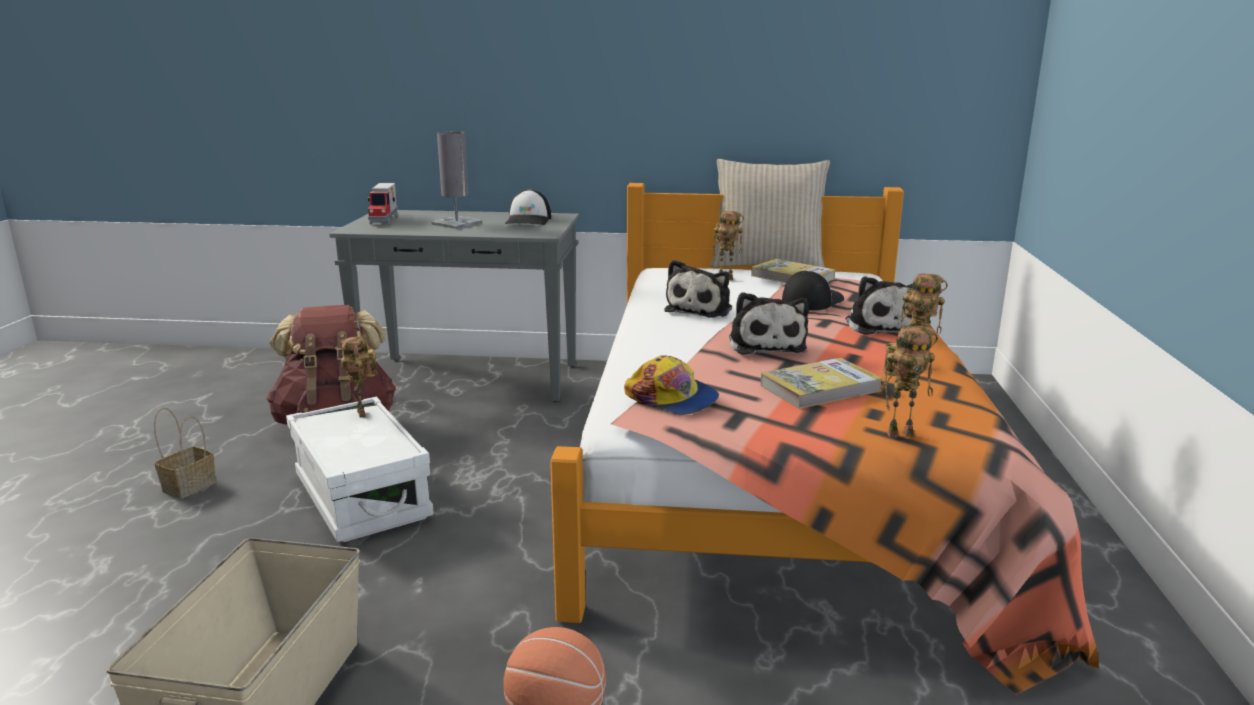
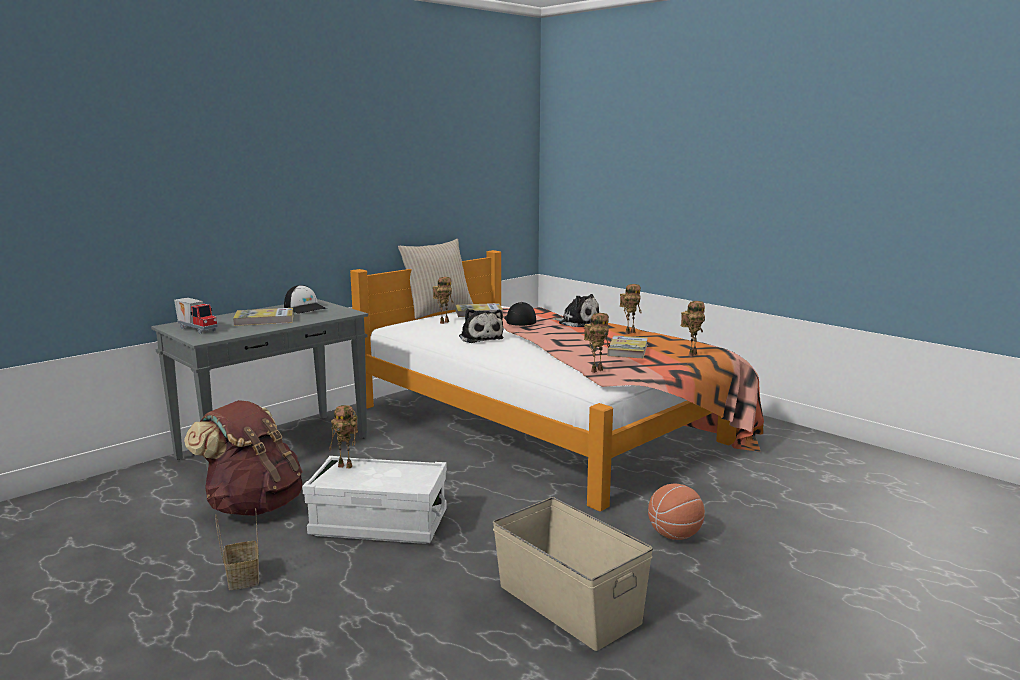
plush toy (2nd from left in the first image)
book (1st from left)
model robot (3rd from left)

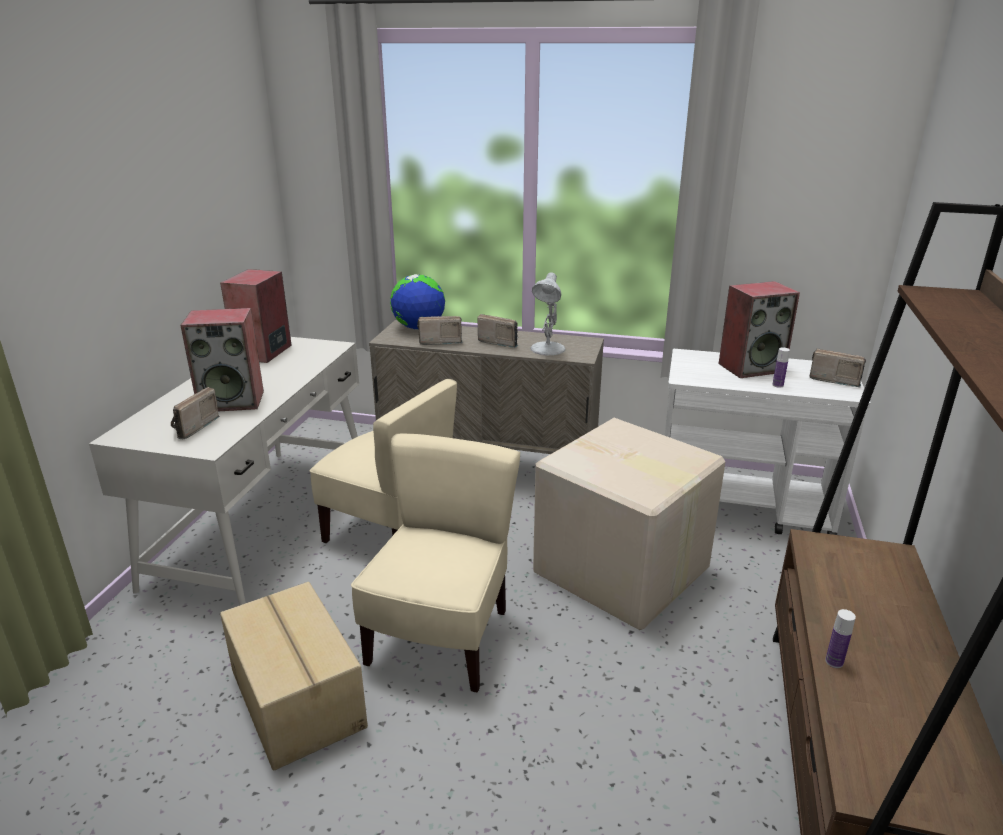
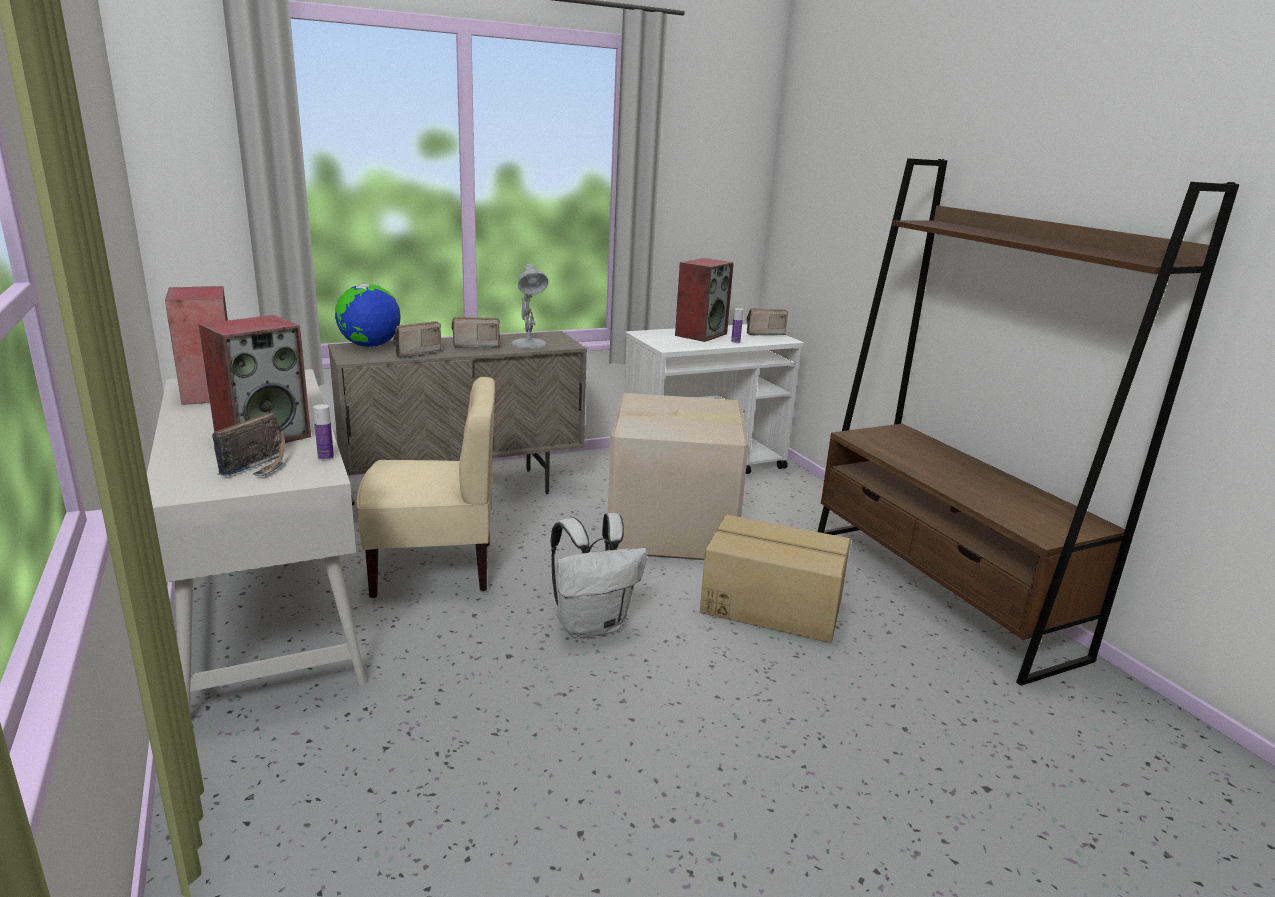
carton (2nd from left)
beverage bottle (1st from left)
white rucksack
radio (1st from left)

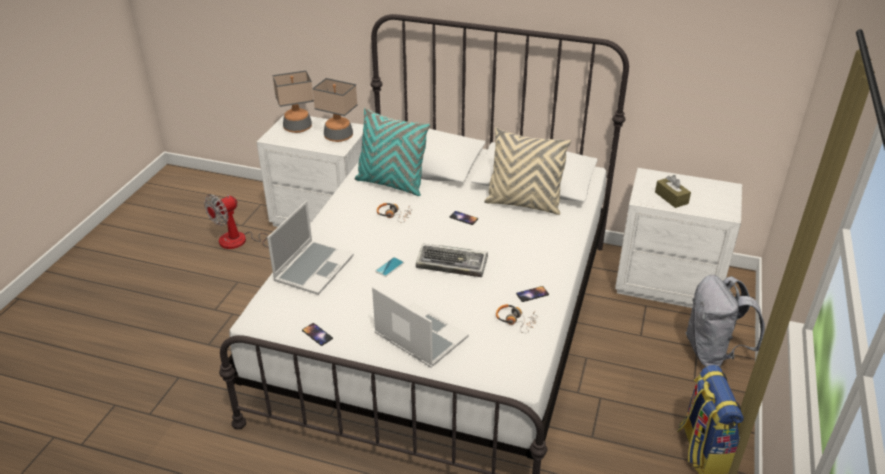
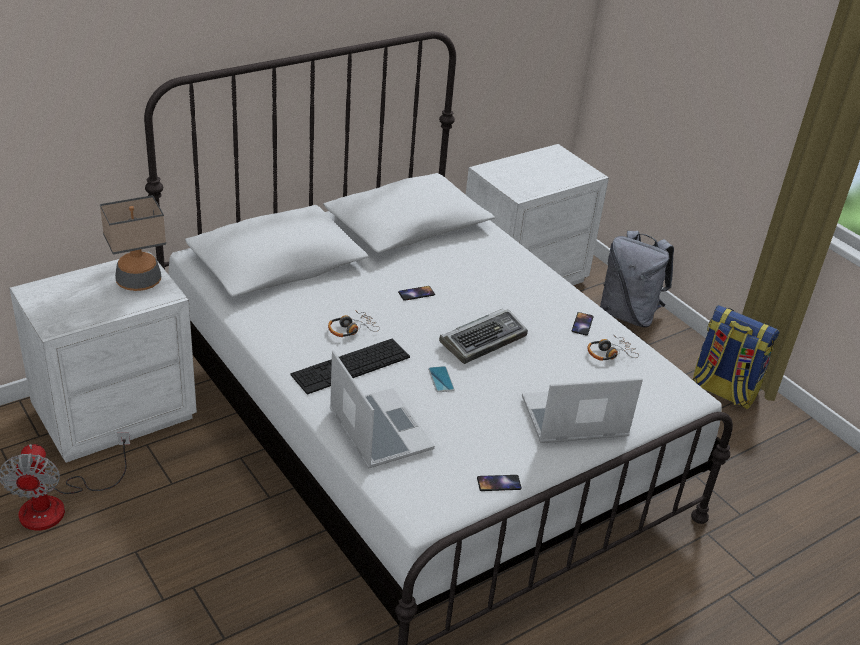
lamp for a table (1st from left in the first image)
blue-green pillow
beige-coloured pillow
brown tissue box
PC keyboard (1st from left)

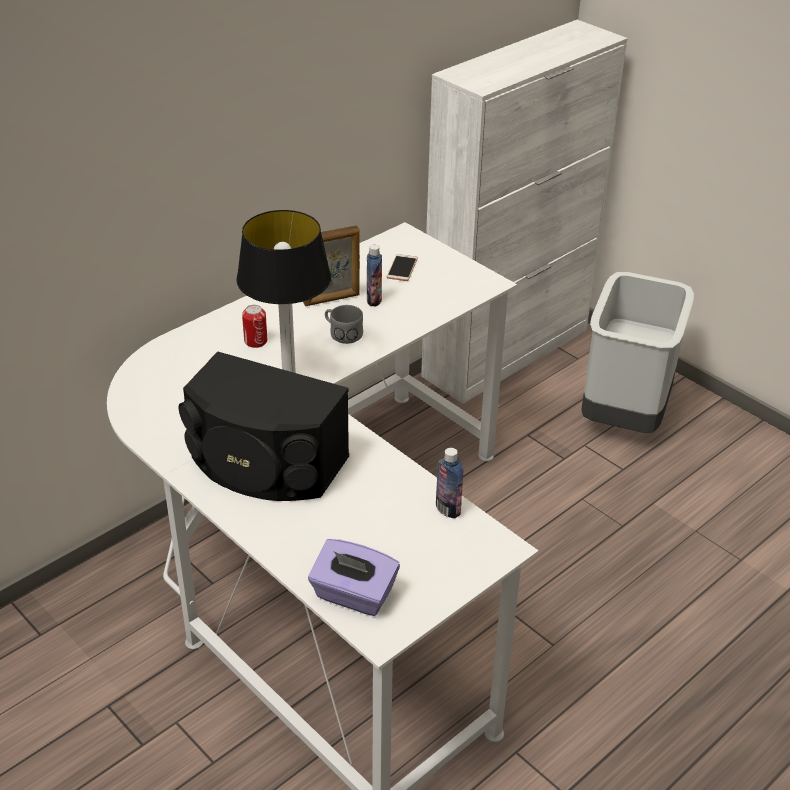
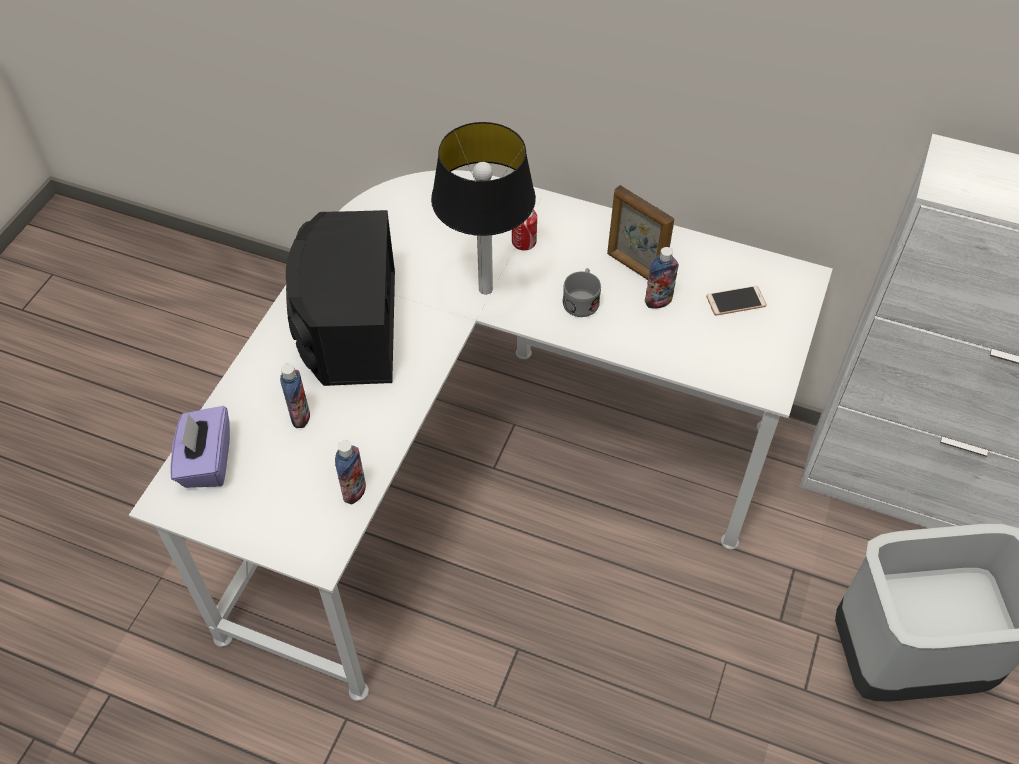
beverage bottle (1st from left)

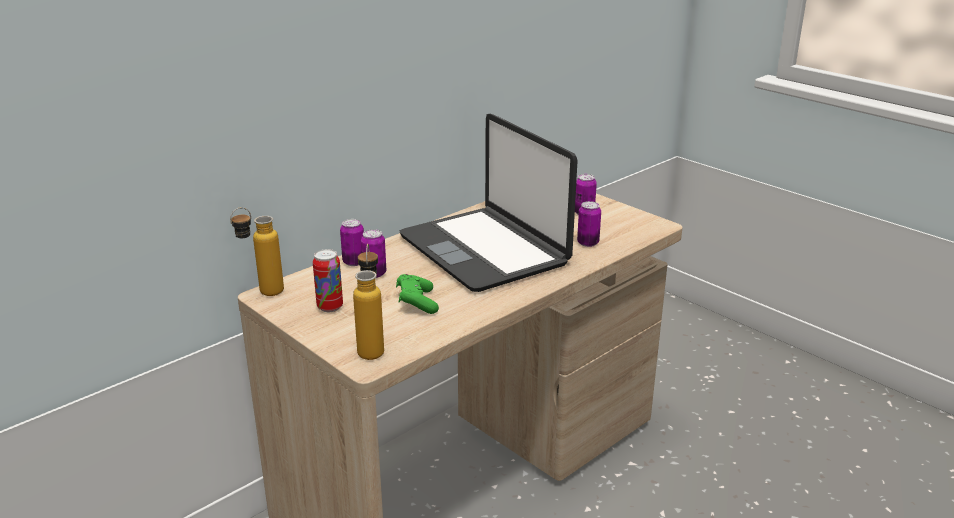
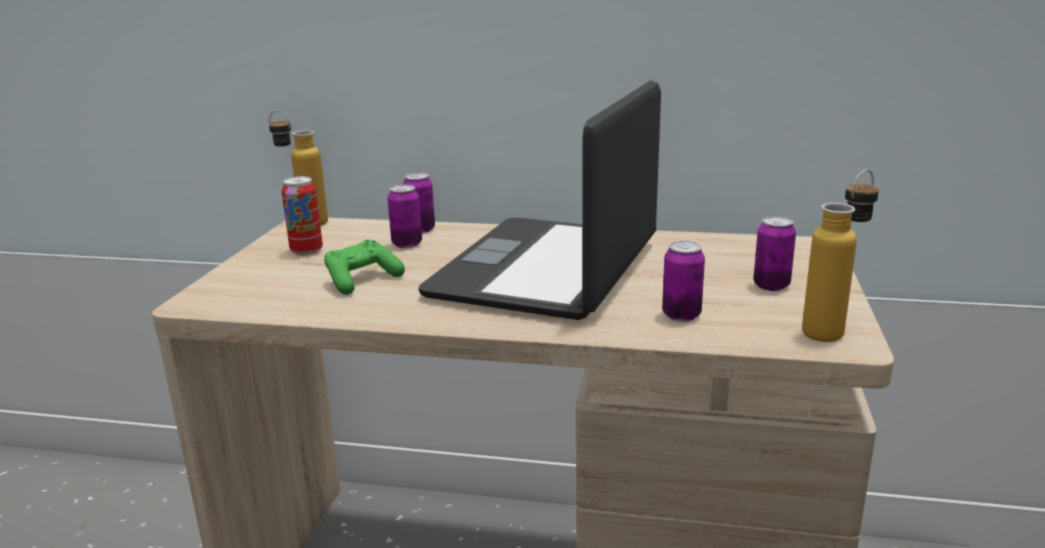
beverage bottle (2nd from left)

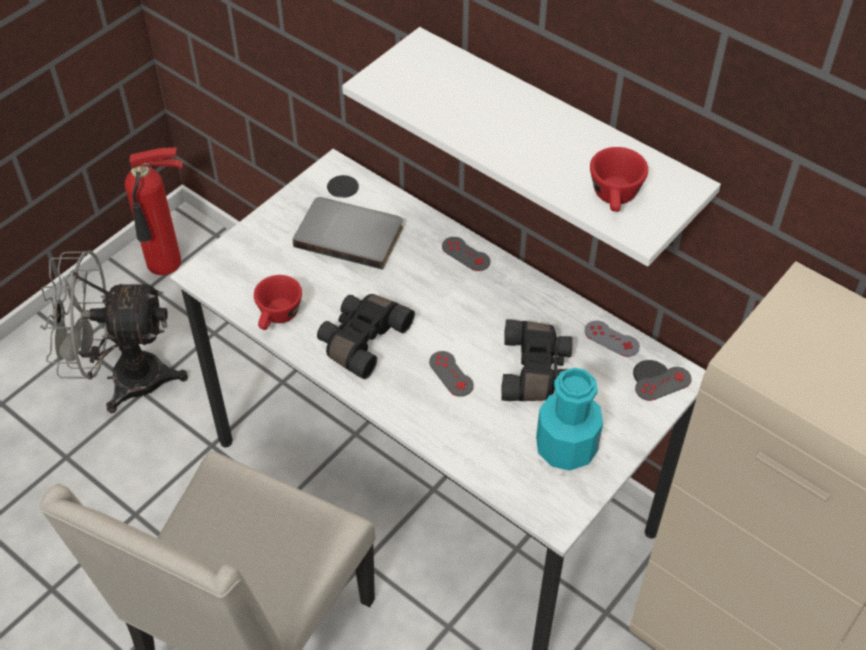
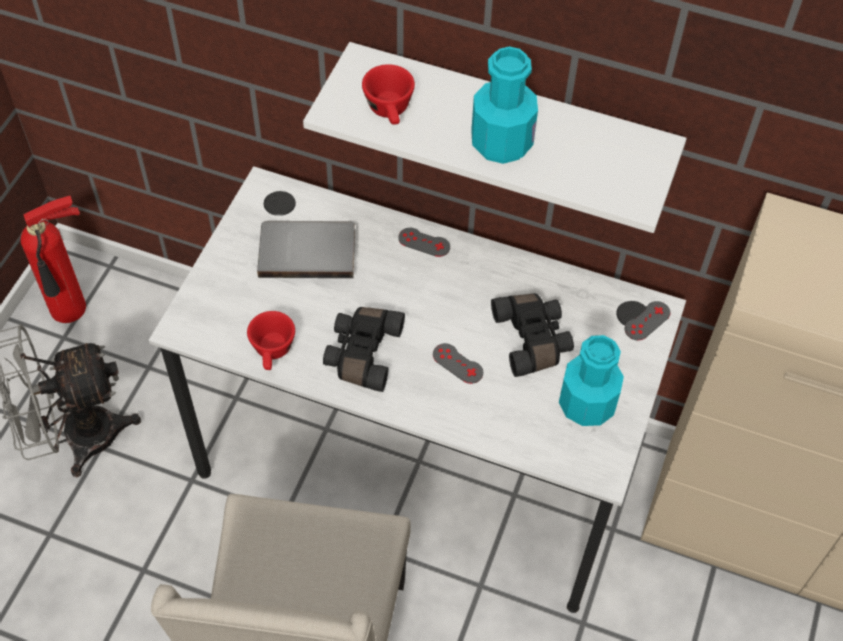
grey joypad (3rd from left in the first image)
blue-green beverage bottle (1st from left)
red drinking cup (2nd from left)

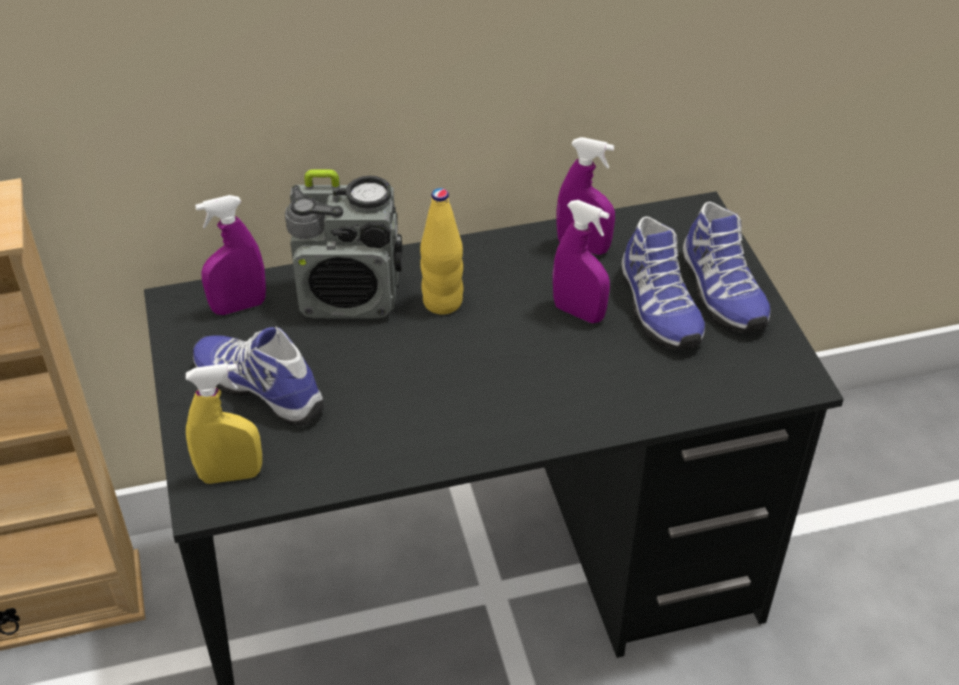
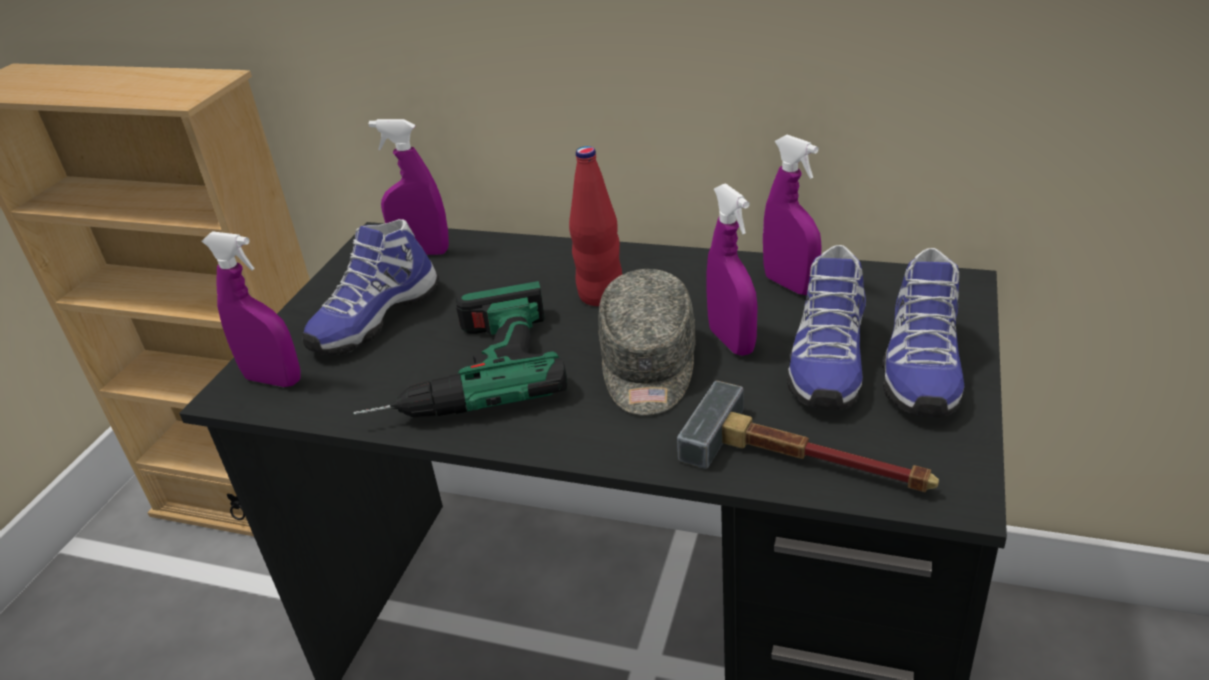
radio
drill
grey baseball cap
hammer
purple sprayer (1st from left)
red beverage bottle
low shoe (1st from left)

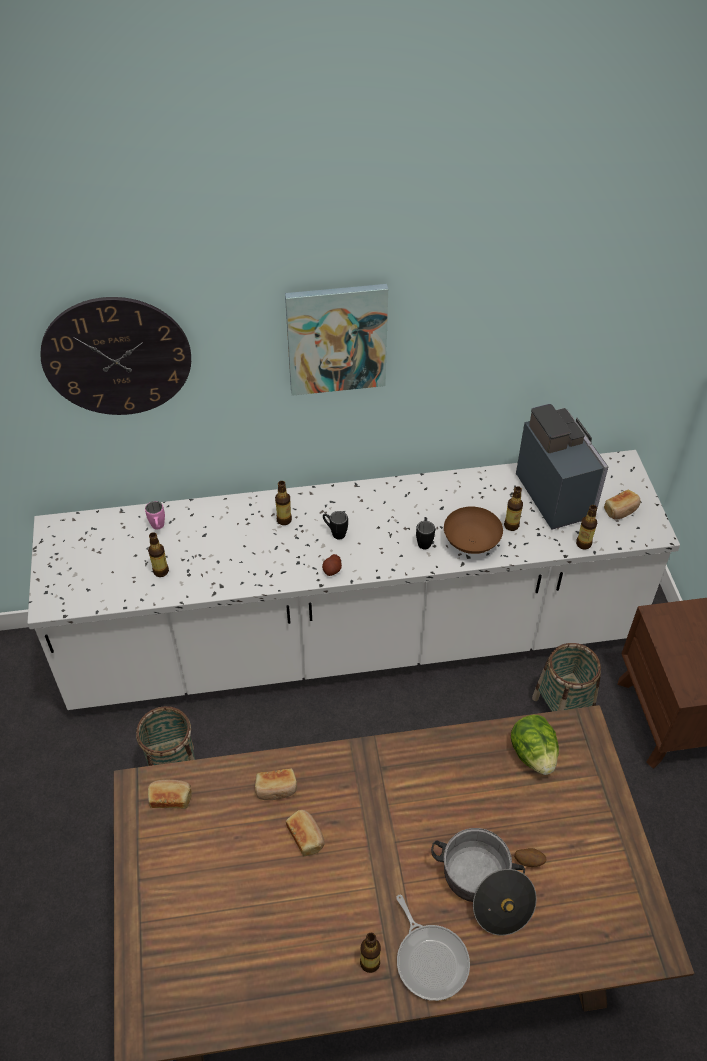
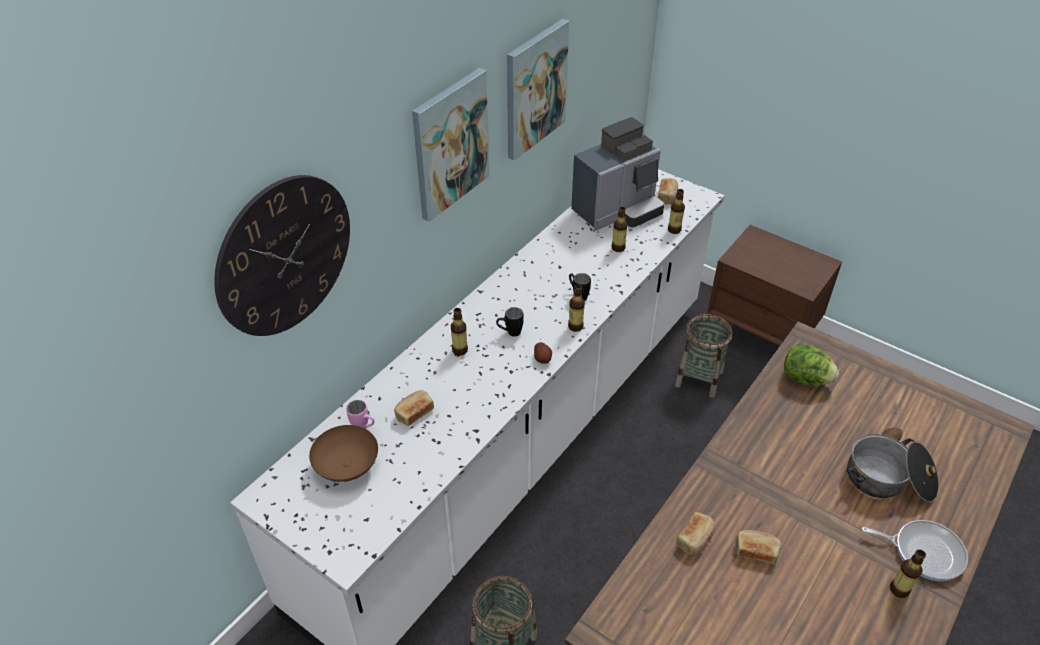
wall picture (2nd from left)
beverage bottle (2nd from left)
baked bread (1st from left)
brown bowl
coffee brewer

